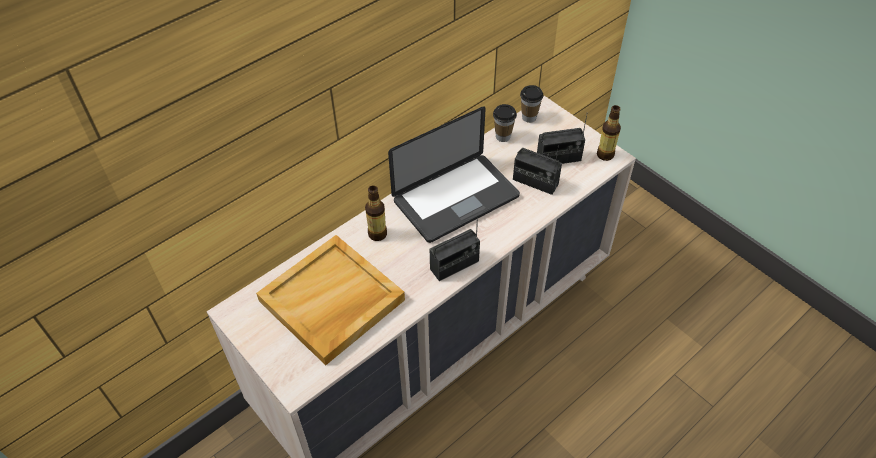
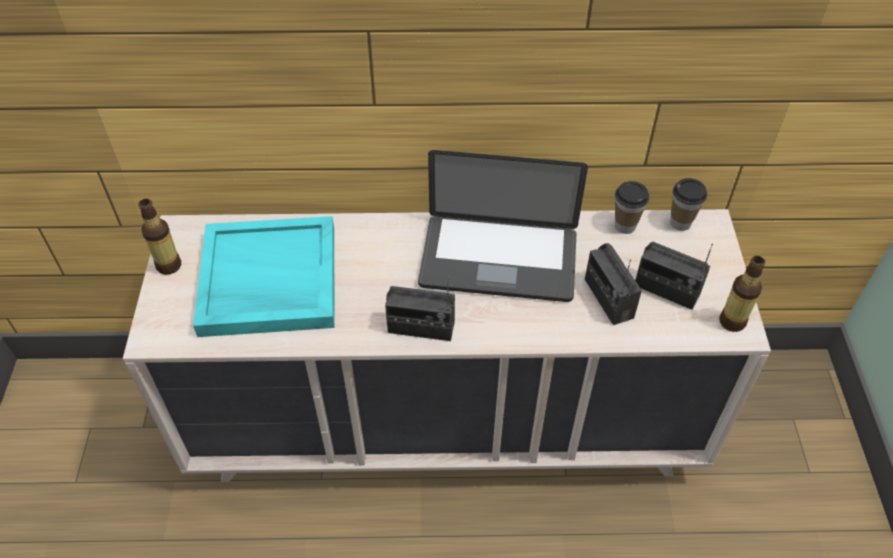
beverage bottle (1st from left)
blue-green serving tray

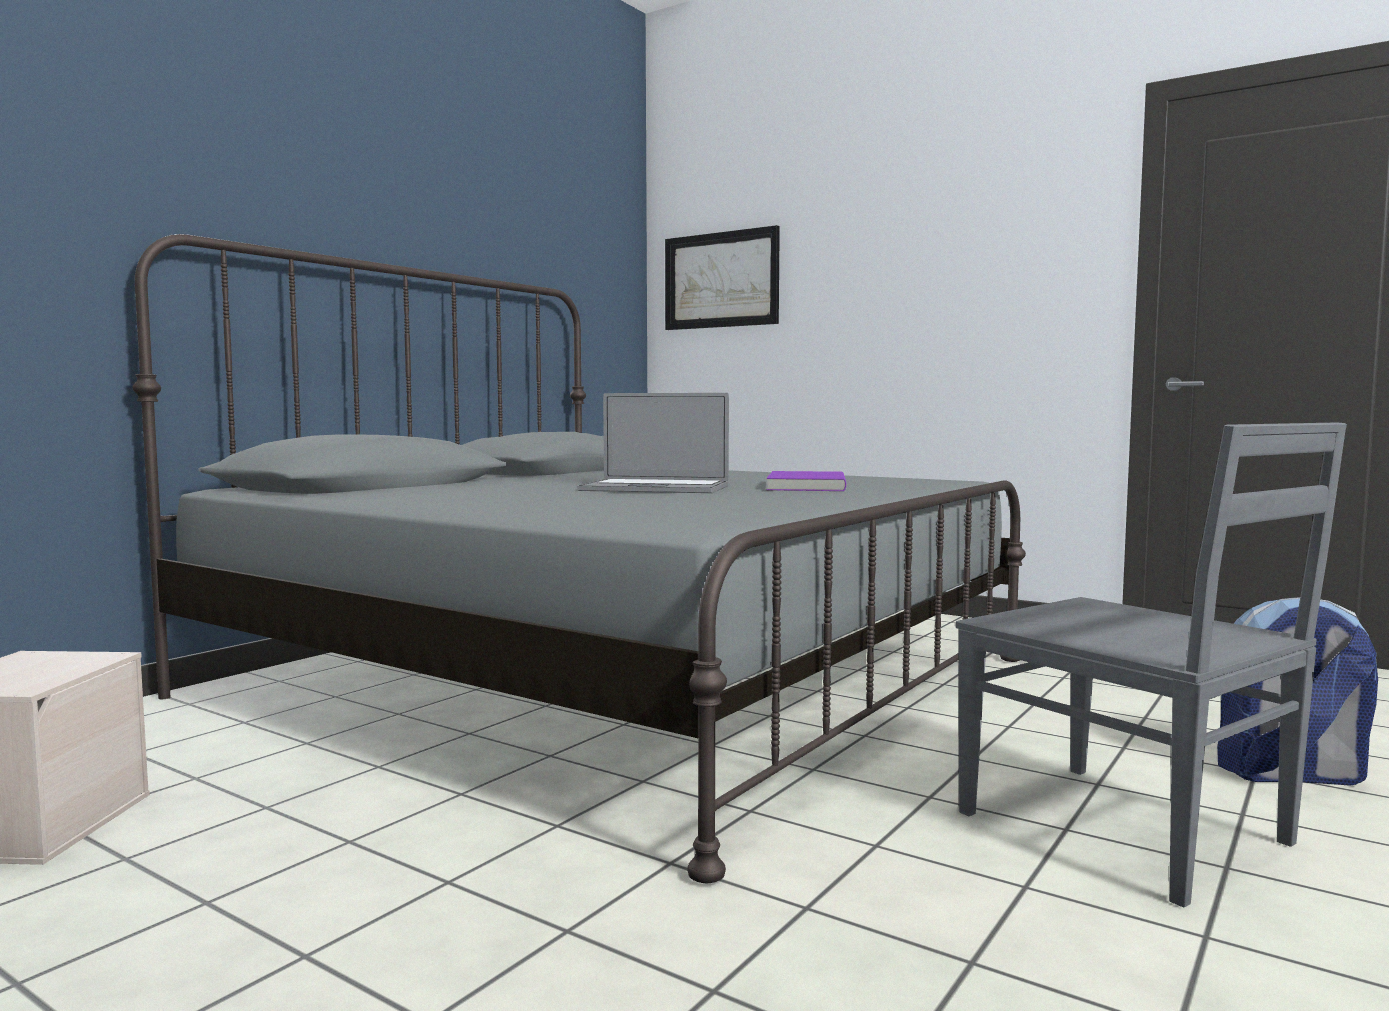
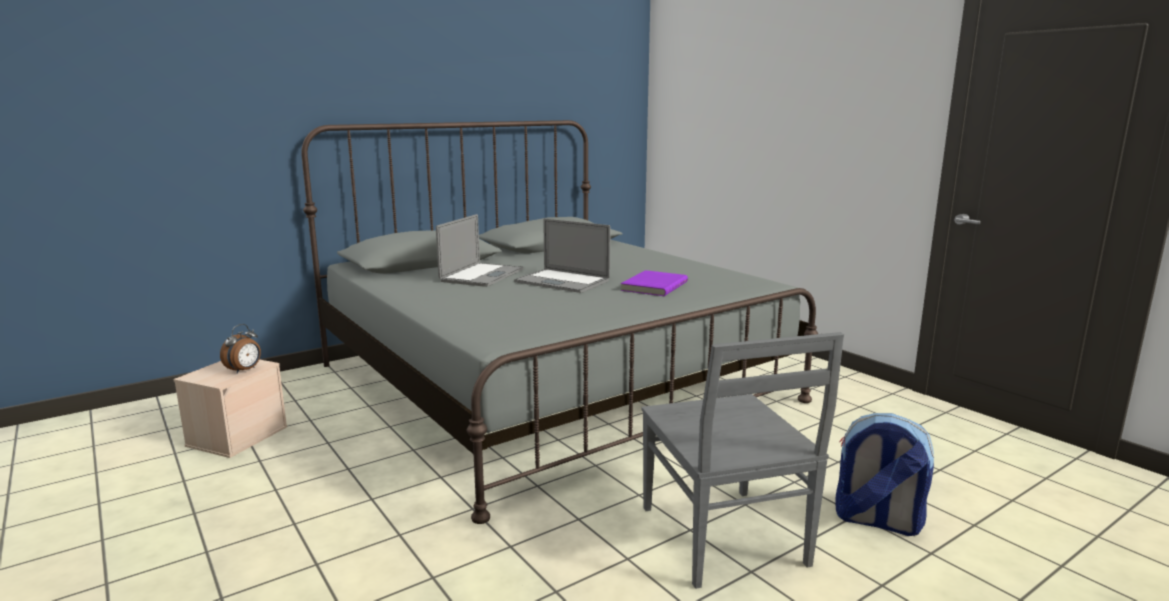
wall picture
table clock
portable computer (1st from left)

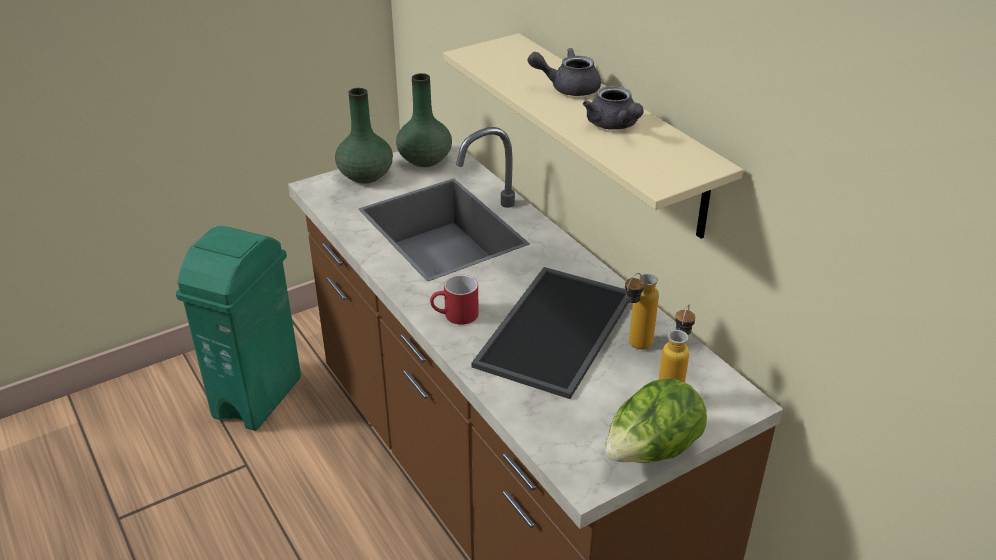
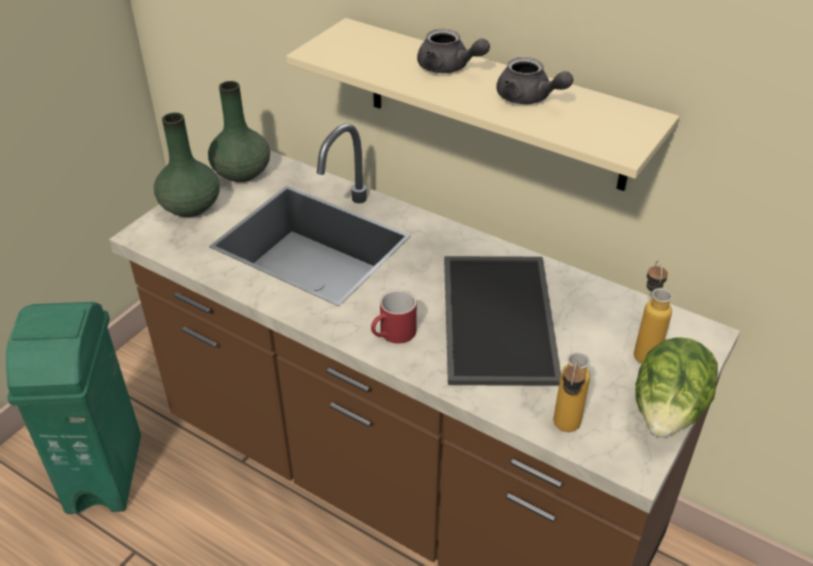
beverage bottle (1st from left)
grey pot for tea (1st from left)

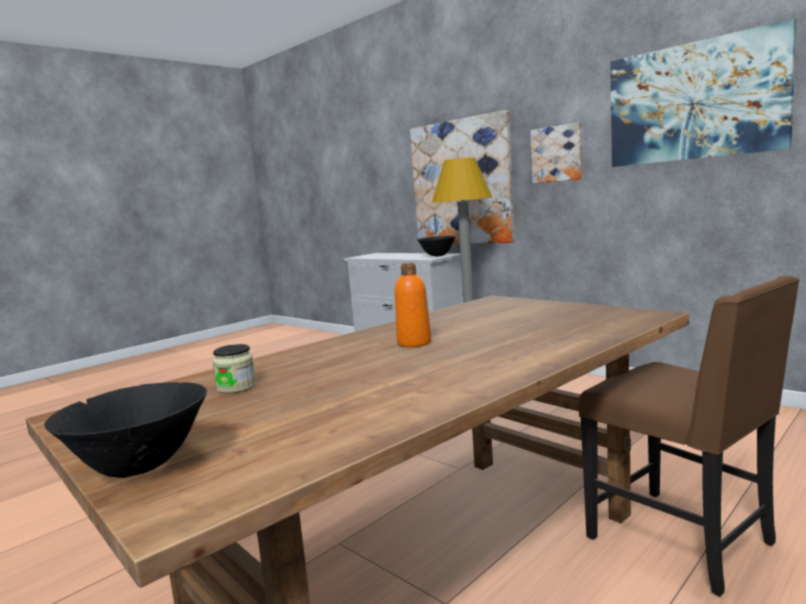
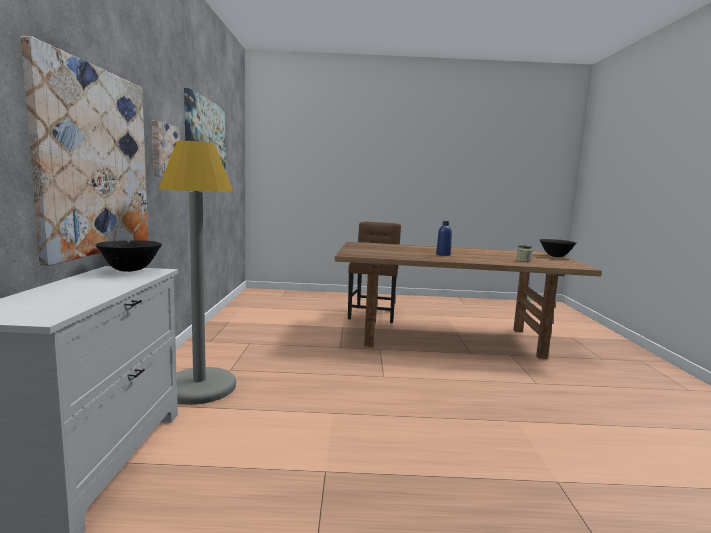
blue beverage bottle

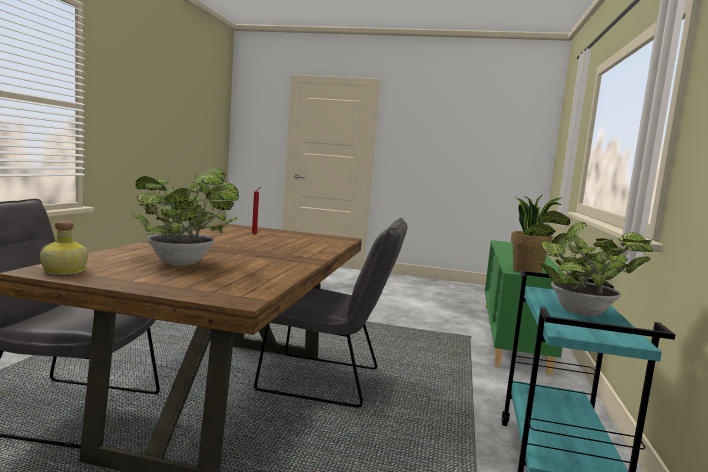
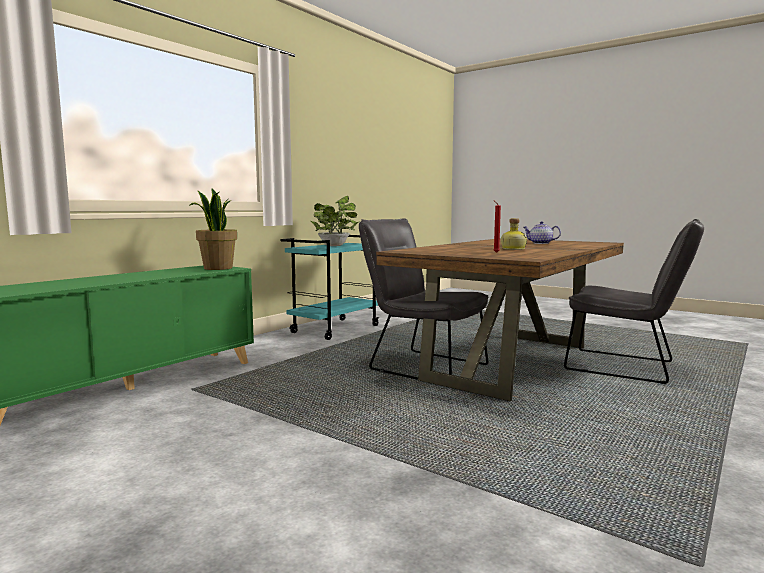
beverage bottle
pot for tea

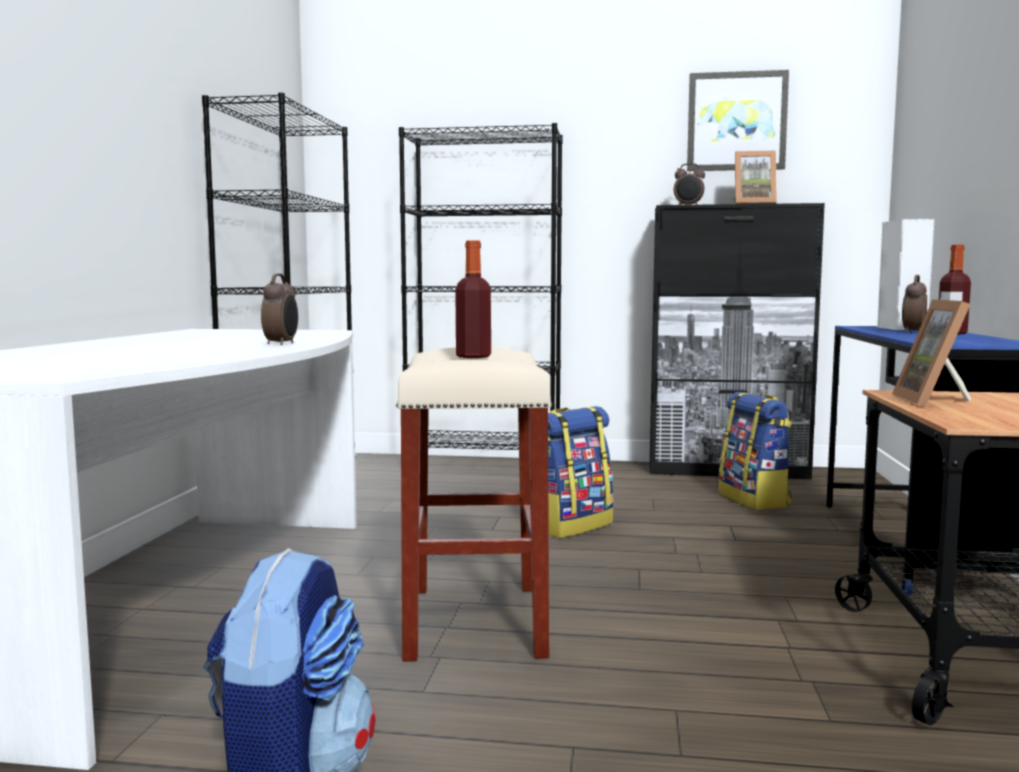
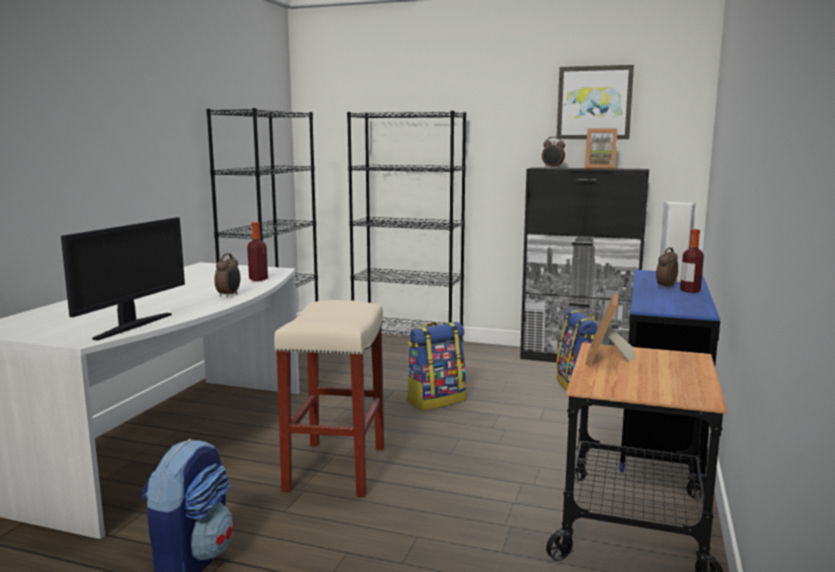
monitor
beverage bottle (1st from left)

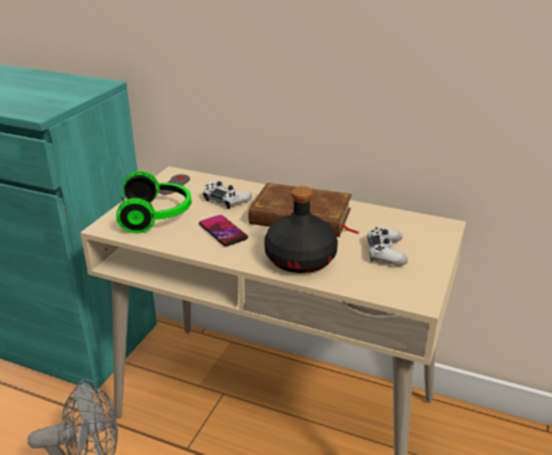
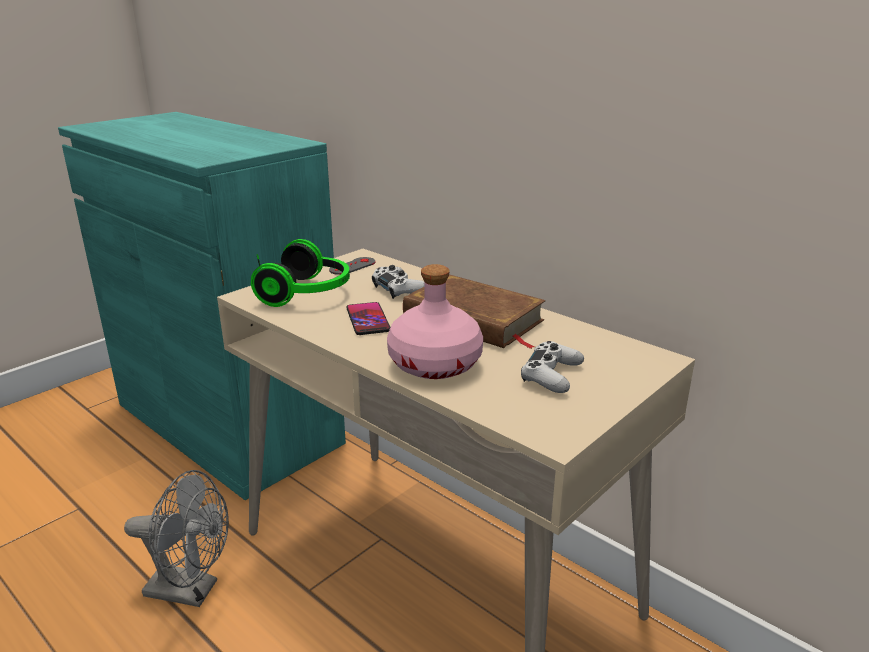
pink beverage bottle

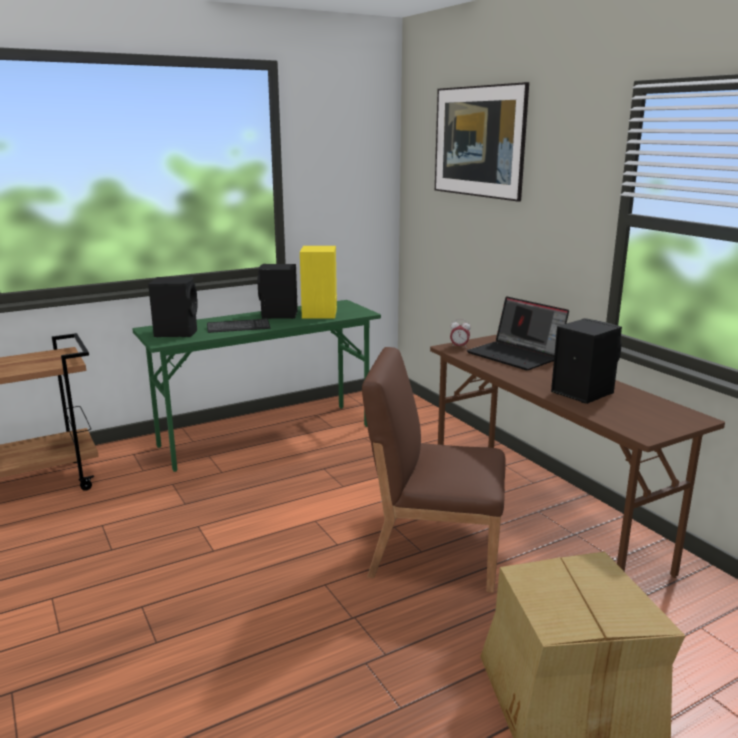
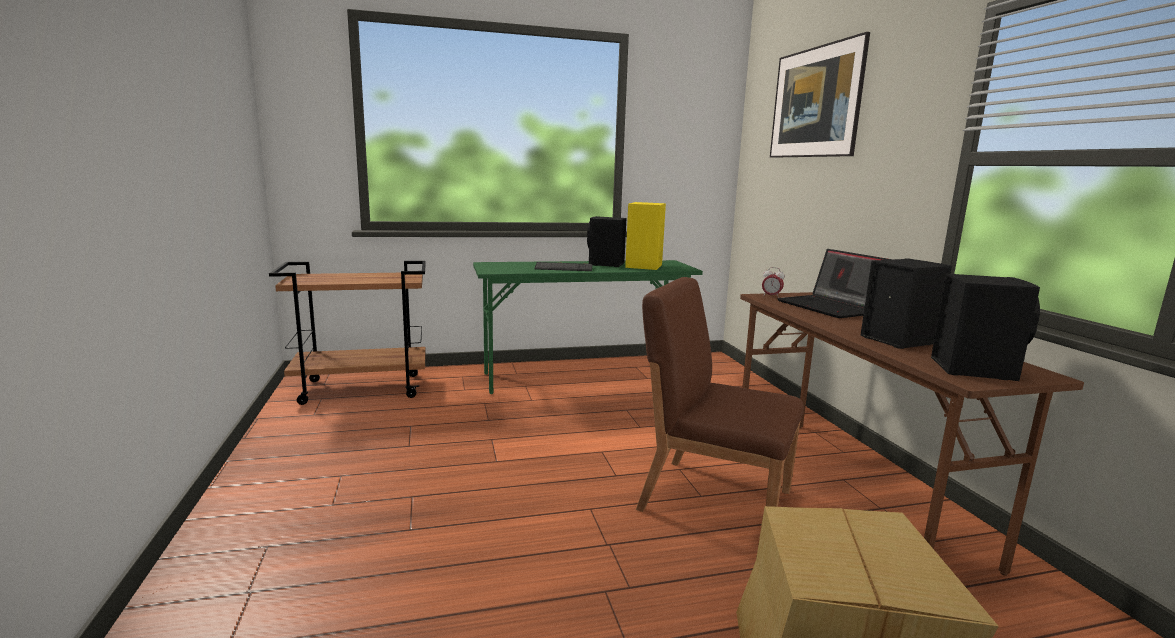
black-coloured speaker (3rd from left)

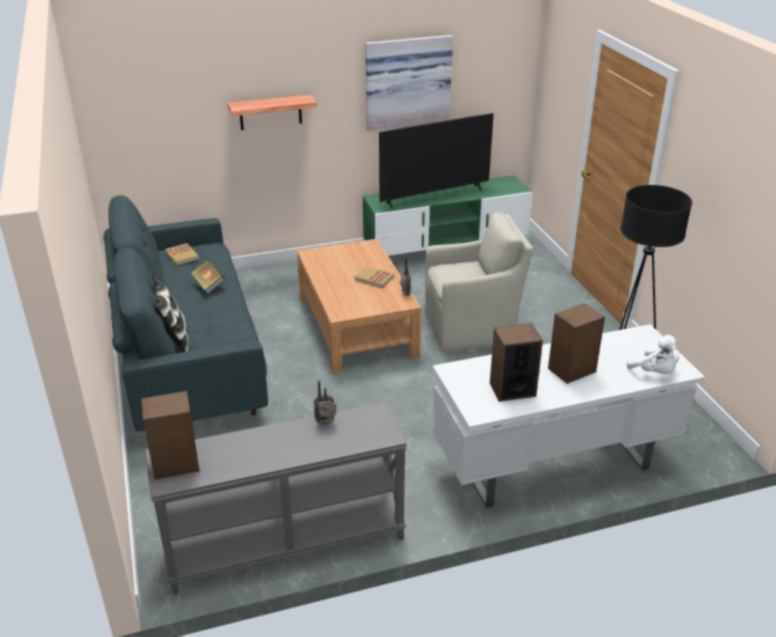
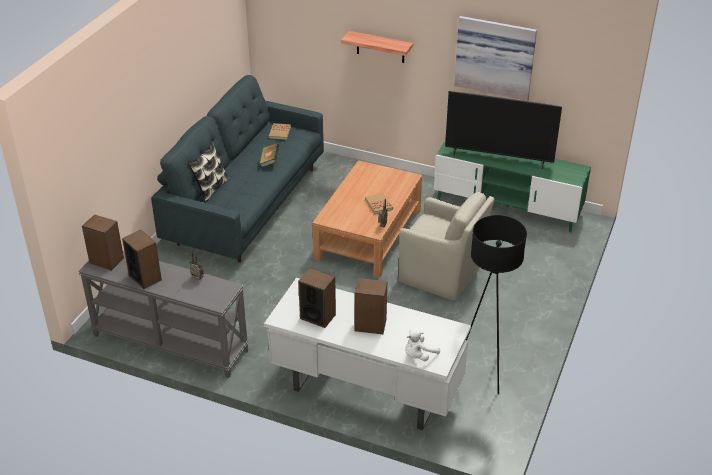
speaker (2nd from left)
white plush toy

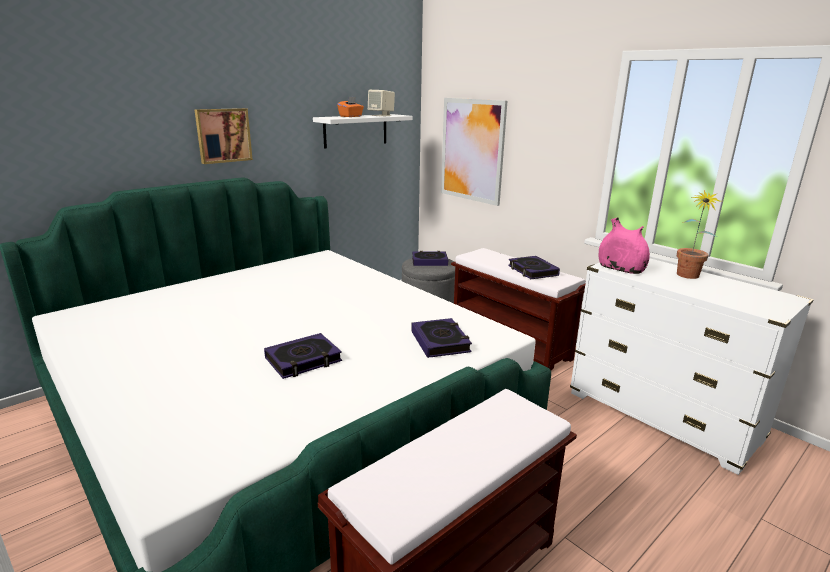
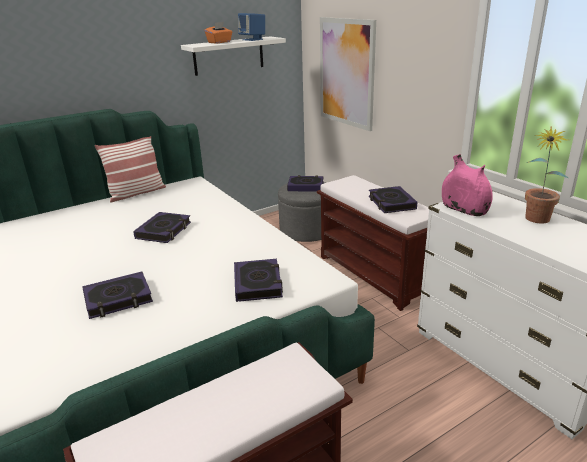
wall picture (1st from left in the first image)
pillow
book (2nd from left)
blue speaker

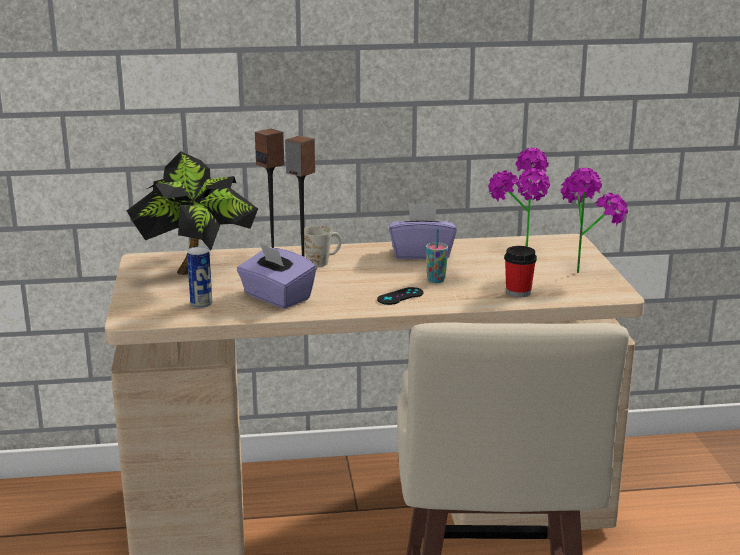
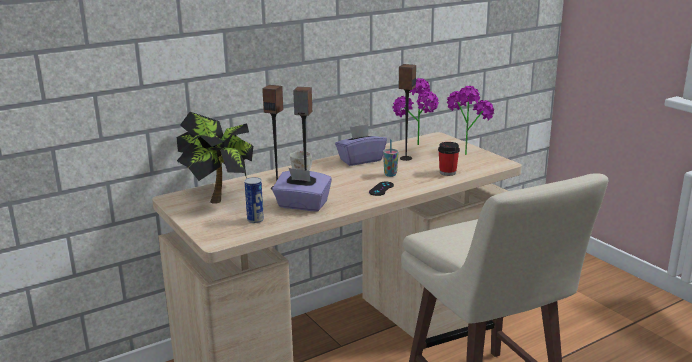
speaker (3rd from left)

